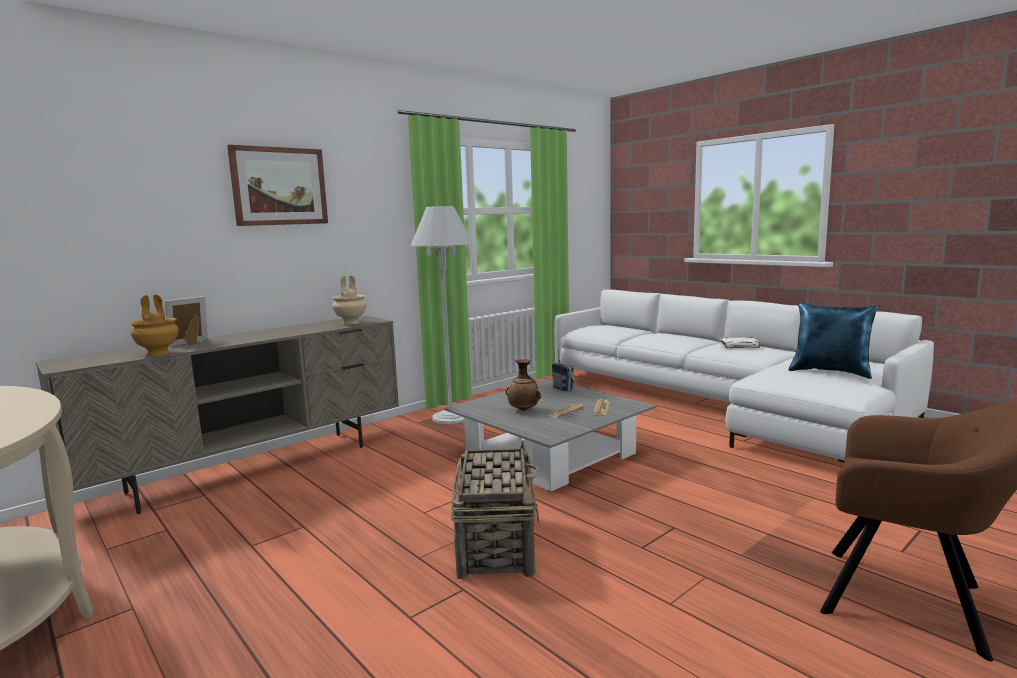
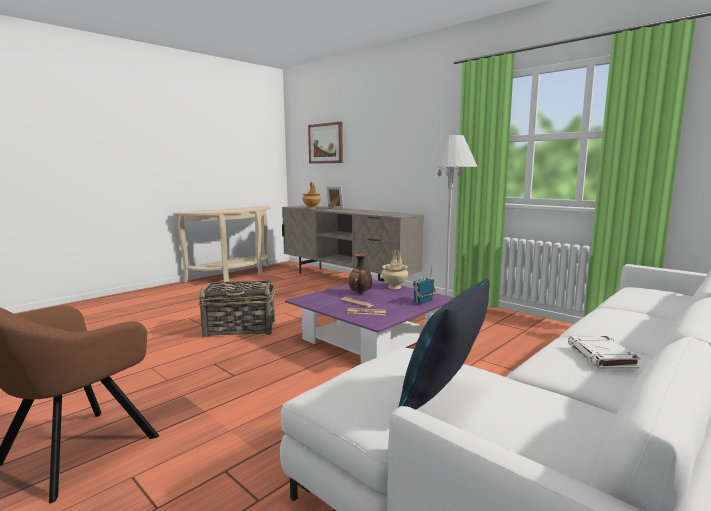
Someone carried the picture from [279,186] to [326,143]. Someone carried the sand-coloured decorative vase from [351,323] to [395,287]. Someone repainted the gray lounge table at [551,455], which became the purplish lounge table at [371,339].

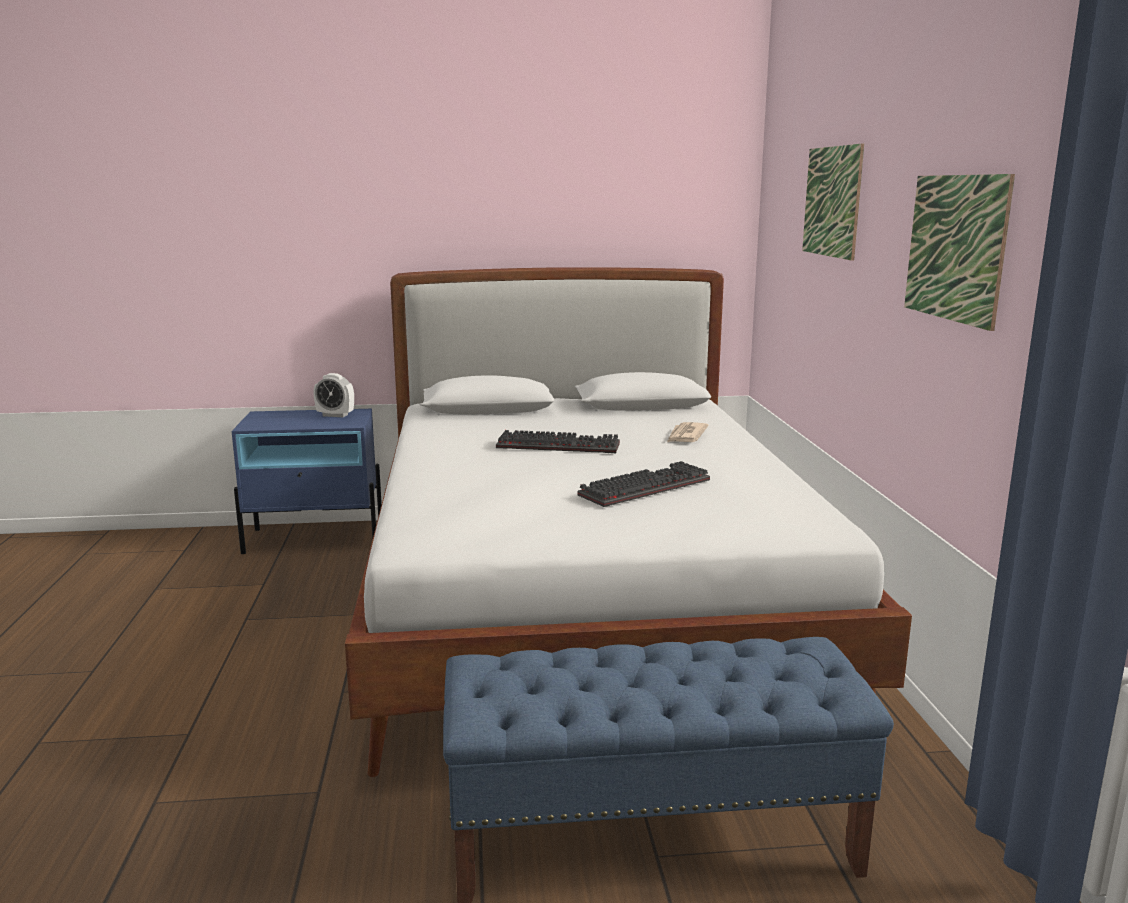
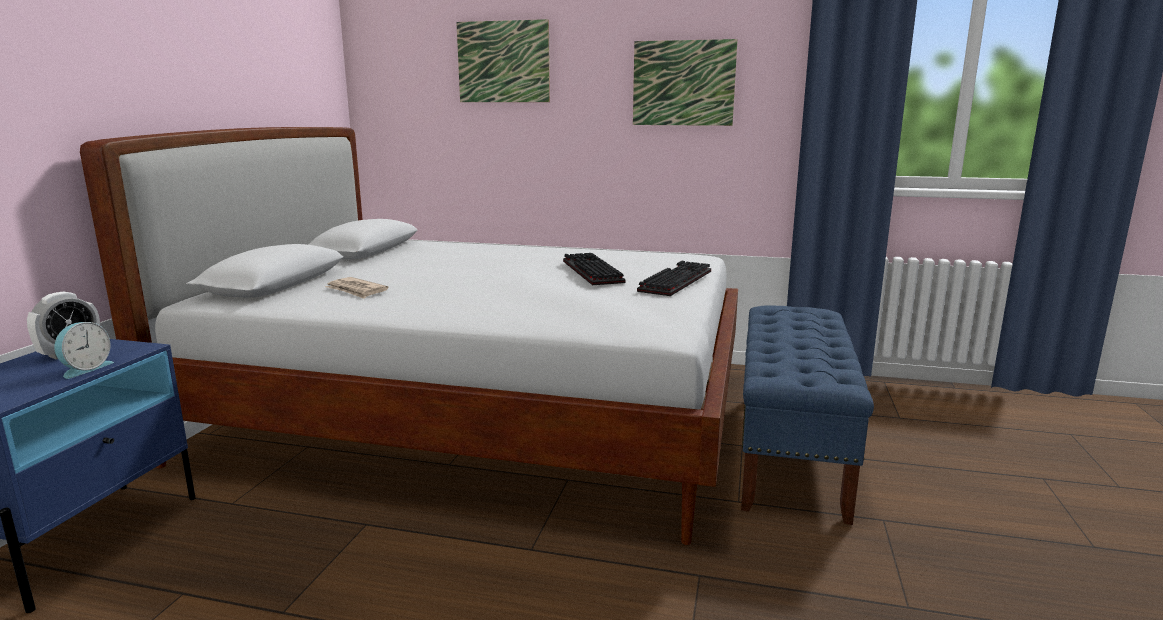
Someone carried the PC keyboard from [560,445] to [674,281]. Someone carried the printed paper from [686,436] to [356,290]. Someone put down the table clock at [84,369].

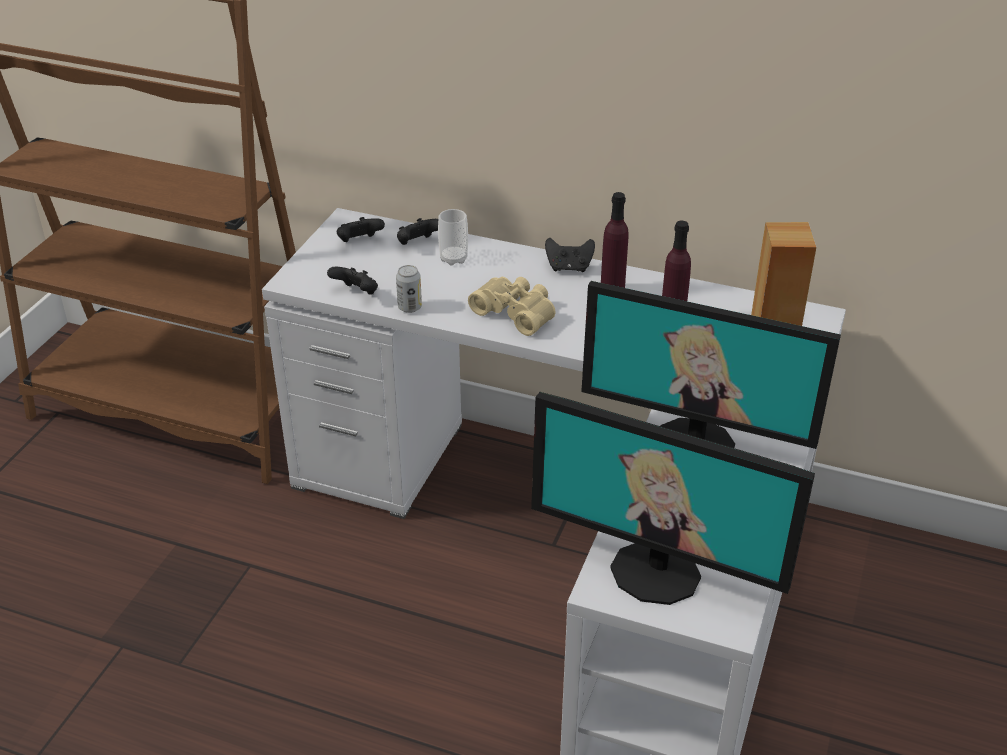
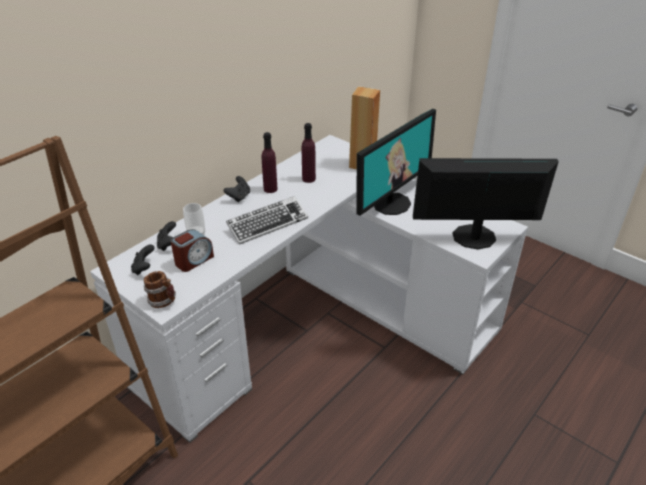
Someone took away the black-coloured gamepad at [356,293]. Someone took away the metal can at [409,307]. Someone swapped the sand-coloured field glasses at [516,312] for the PC keyboard at [267,224]. Someone rotated the computer screen at [656,571] by 135 degrees counterclockwise. Someone put down the coffee mug at [164,301]. Someone put down the table clock at [194,260].

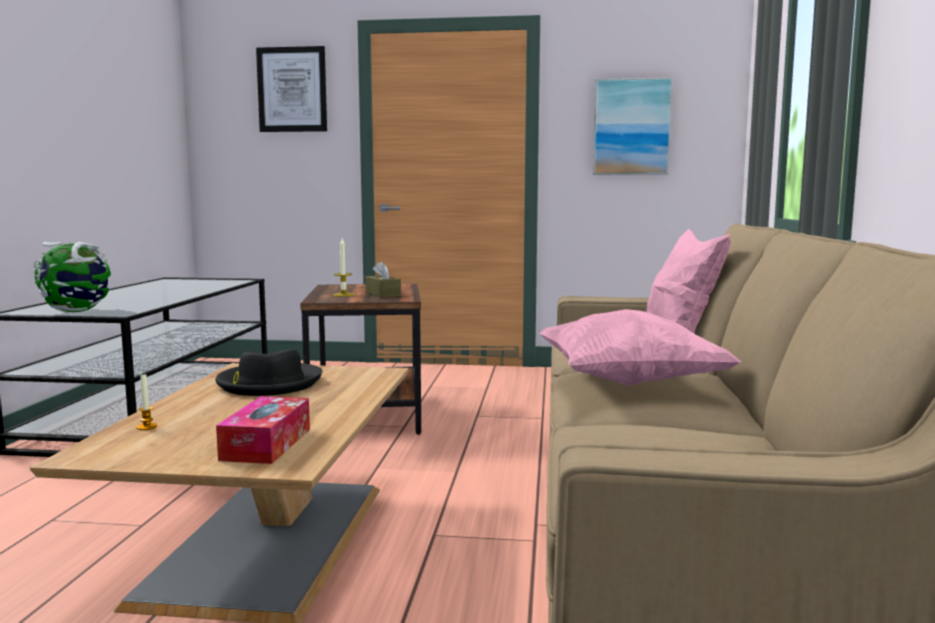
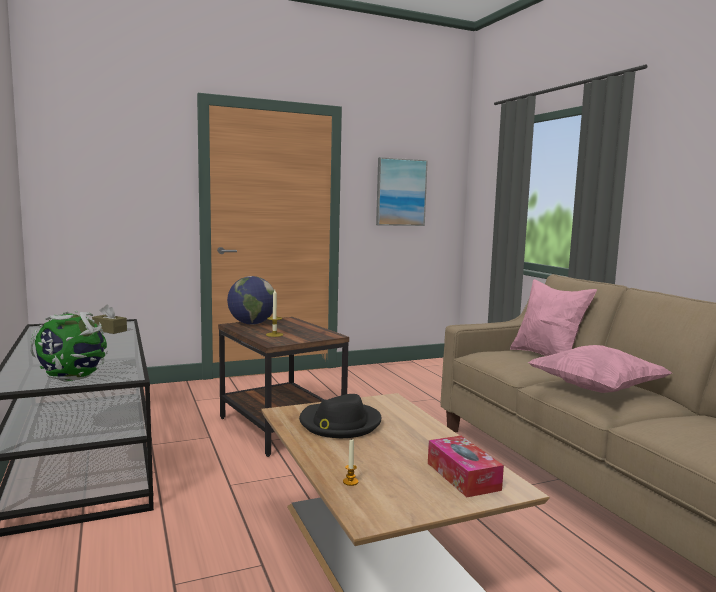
Someone took away the picture at [292,89]. Someone carried the brown-coloured tissue box from [383,294] to [109,330]. Someone put down the globe at [251,324].

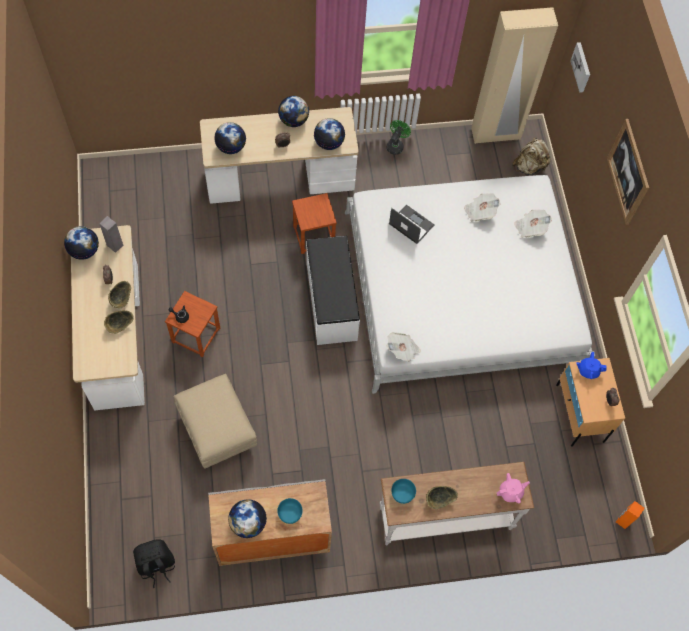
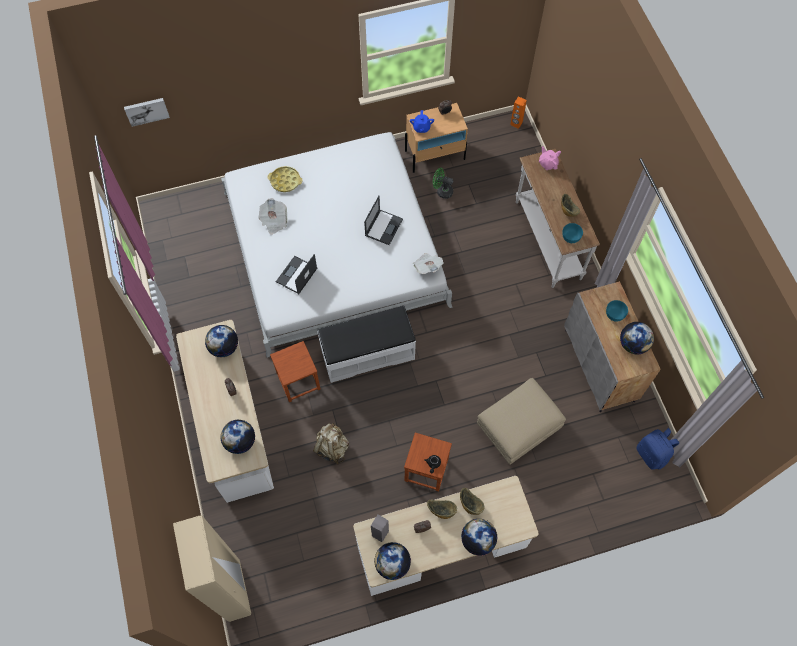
Someone repainted the black-coloured knapsack at [156,566], which became the bluish knapsack at [652,454]. Someone carried the globe from [293,121] to [478,540]. Someone carried the green electric fan from [396,145] to [442,191]. Someone carried the sand-coloured wardrobe from [495,134] to [235,590]. Someone carried the sand-coloured knapsack from [529,167] to [332,447]. Someone swapped the printed paper at [530,228] for the yellowish tray at [285,181]. Someone took away the picture at [628,172]. Someone put down the laptop at [384,227].

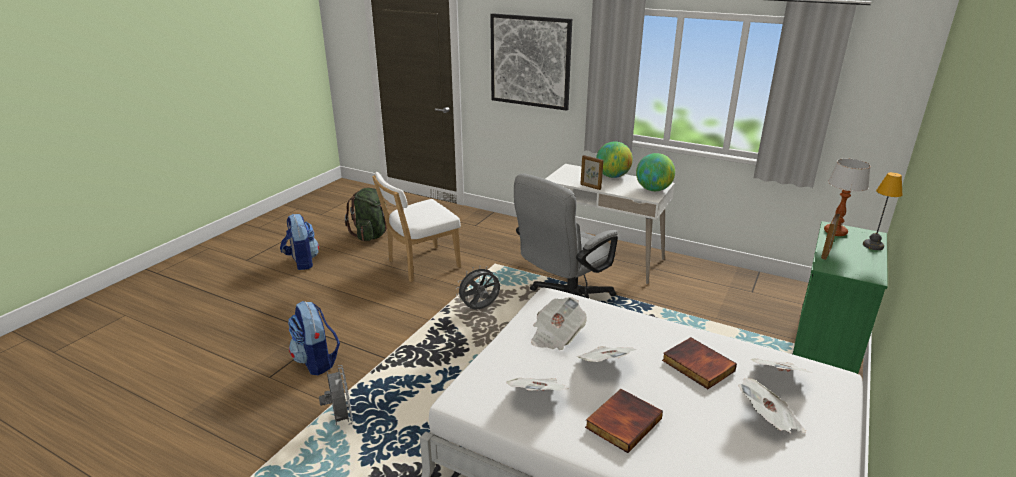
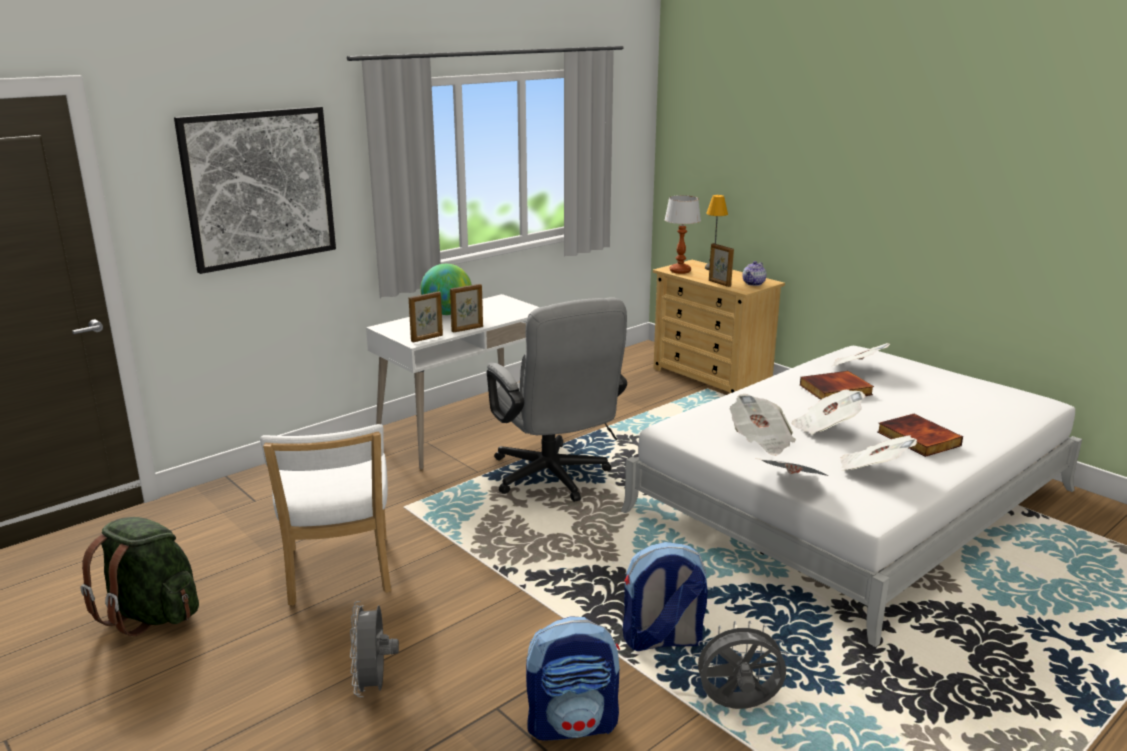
Someone carried the knapsack from [302,262] to [662,641]. Someone carried the gray electric fan from [480,309] to [374,685]. Someone took away the globe at [653,189]. Someone carried the printed paper from [768,420] to [791,484]. Someone repainted the green dresser at [826,342], which became the sand-coloured dresser at [711,377]. Someone put down the picture frame at [427,338]. Someone put down the tea pot at [754,283].

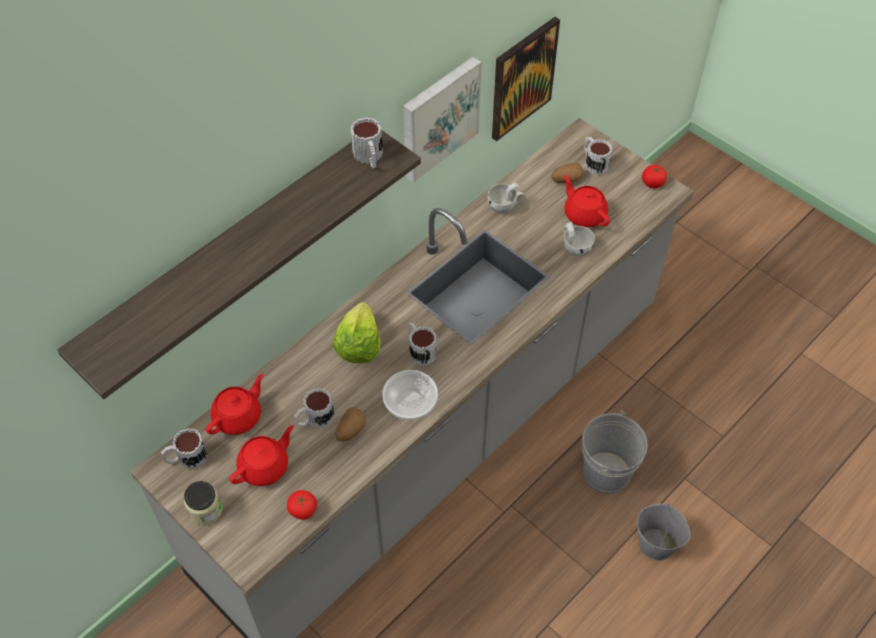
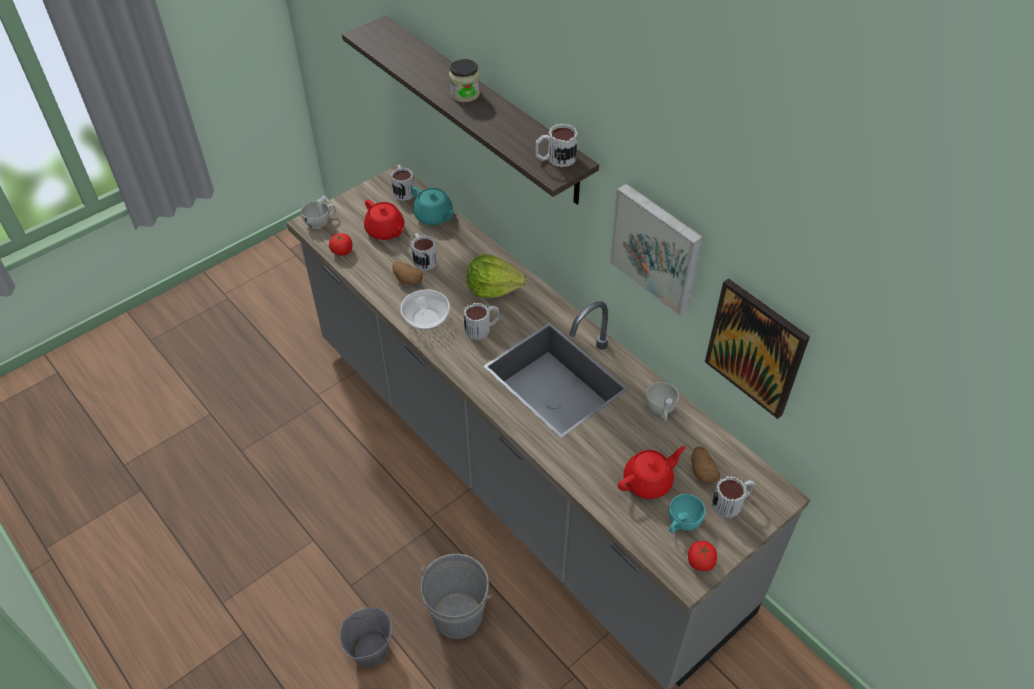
Someone carried the preserve jar from [205,510] to [465,94]. Someone repainted the reddish tea pot at [238,417], which became the turquoise tea pot at [434,216]. Someone carried the white drinking cup from [575,246] to [320,221]. Someone put down the turquoise drinking cup at [681,523].

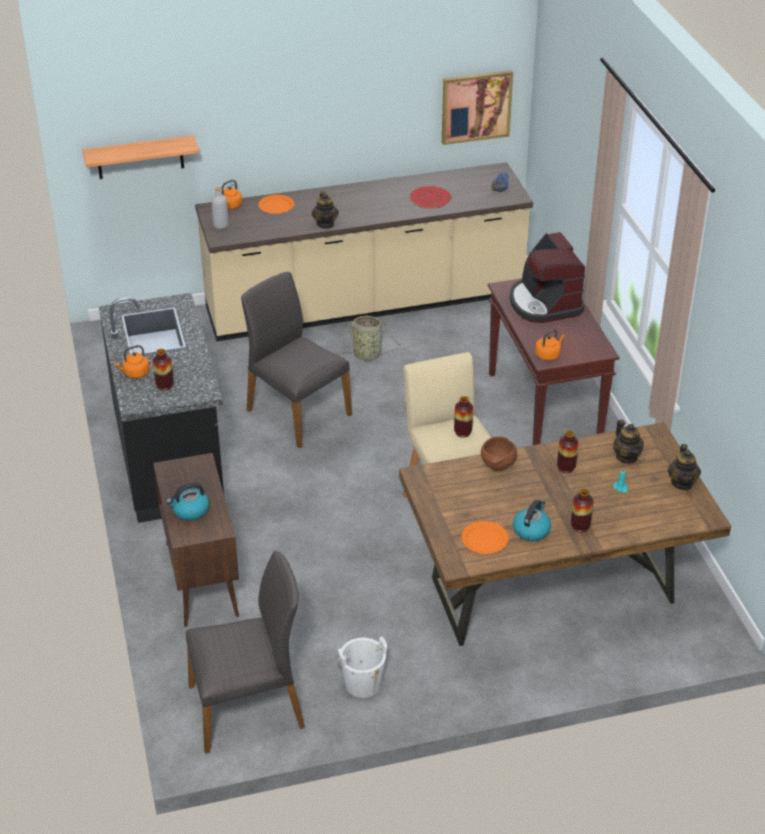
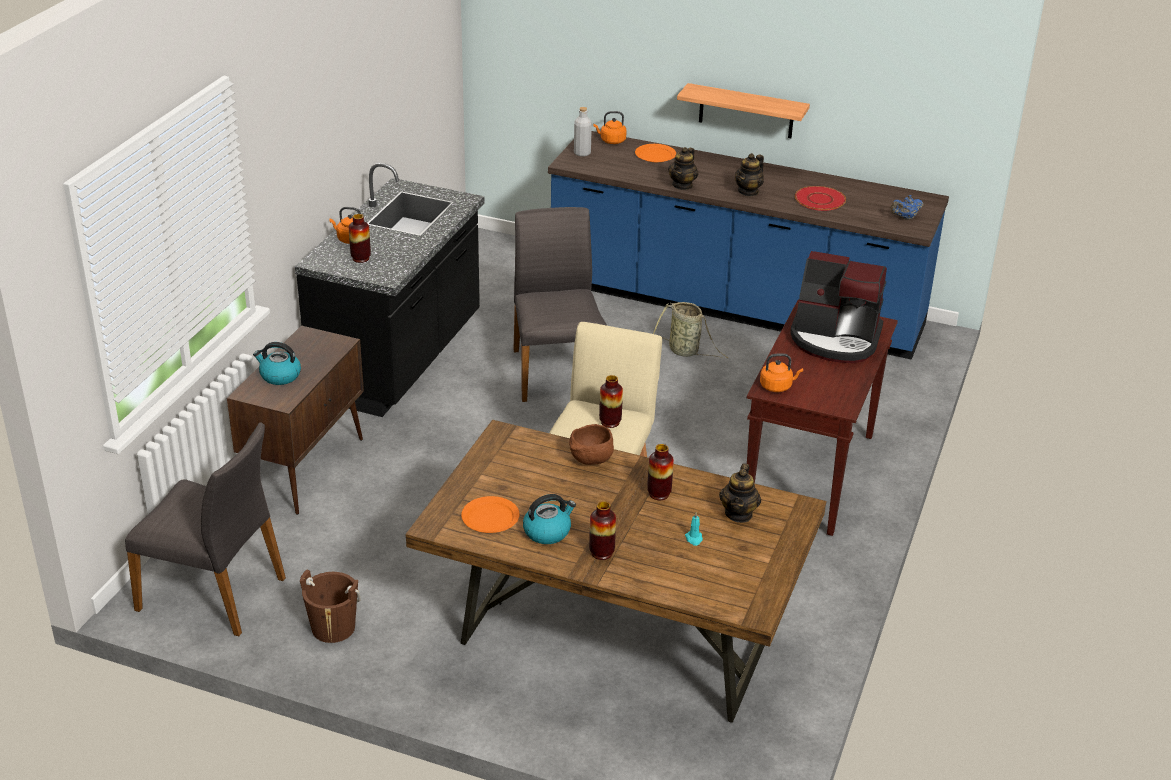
Someone carried the bracket shelf from [140,157] to [746,111]. Someone repainted the sand-coloured kitchen base unit at [365,305], which became the bluish kitchen base unit at [735,307]. Someone repainted the white pail at [363,684], which became the brown-coloured pail at [333,628]. Someone took away the picture at [476,106]. Someone rotated the coffee maker at [544,303] by 90 degrees counterclockwise. Someone carried the tea pot from [682,483] to [748,191].

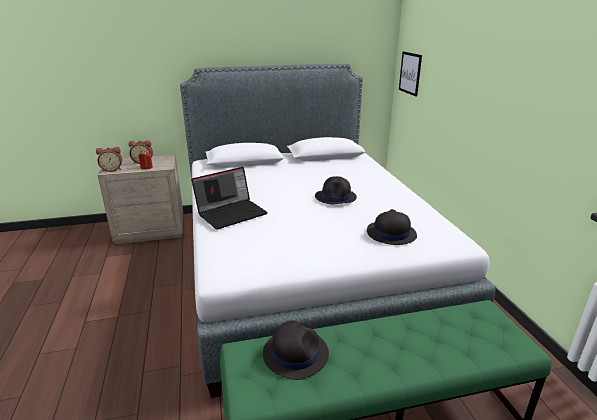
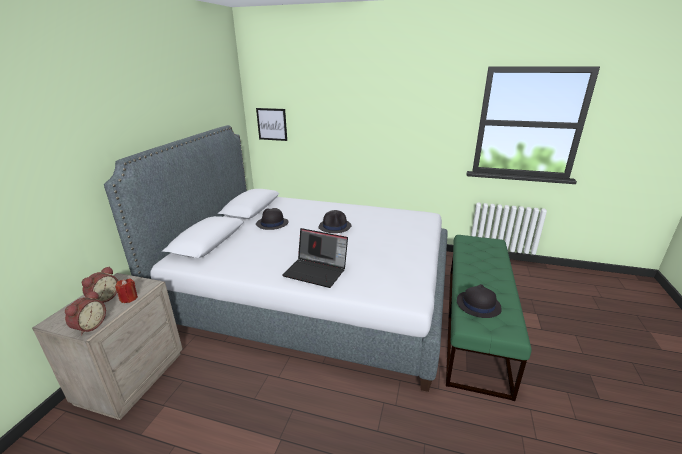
Someone rotated the laptop at [232,213] by 120 degrees clockwise. Someone carried the black-coloured hat from [391,233] to [272,223].

